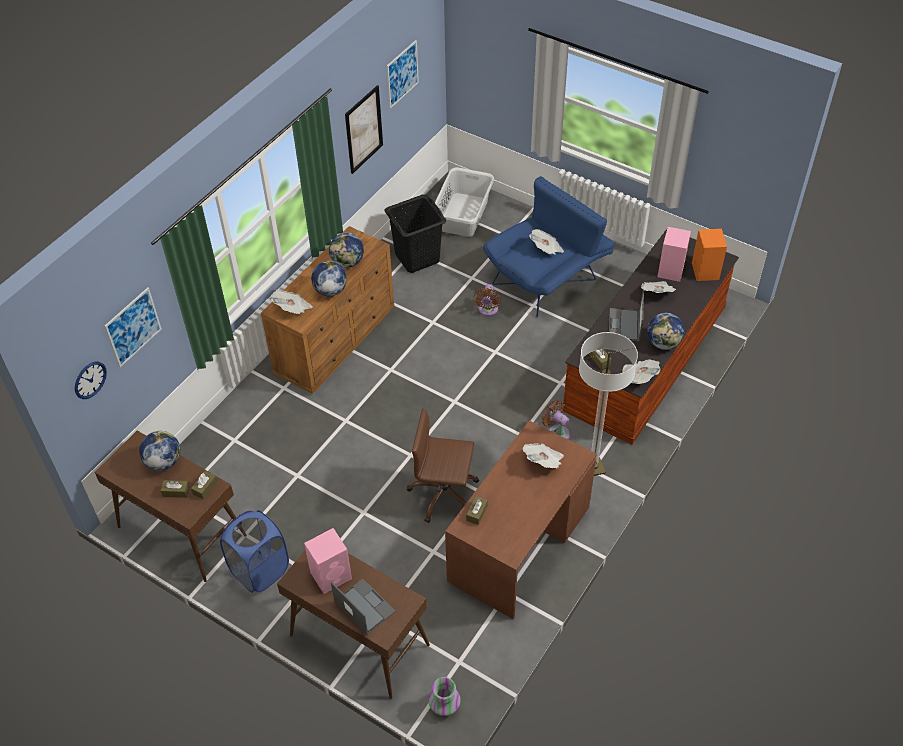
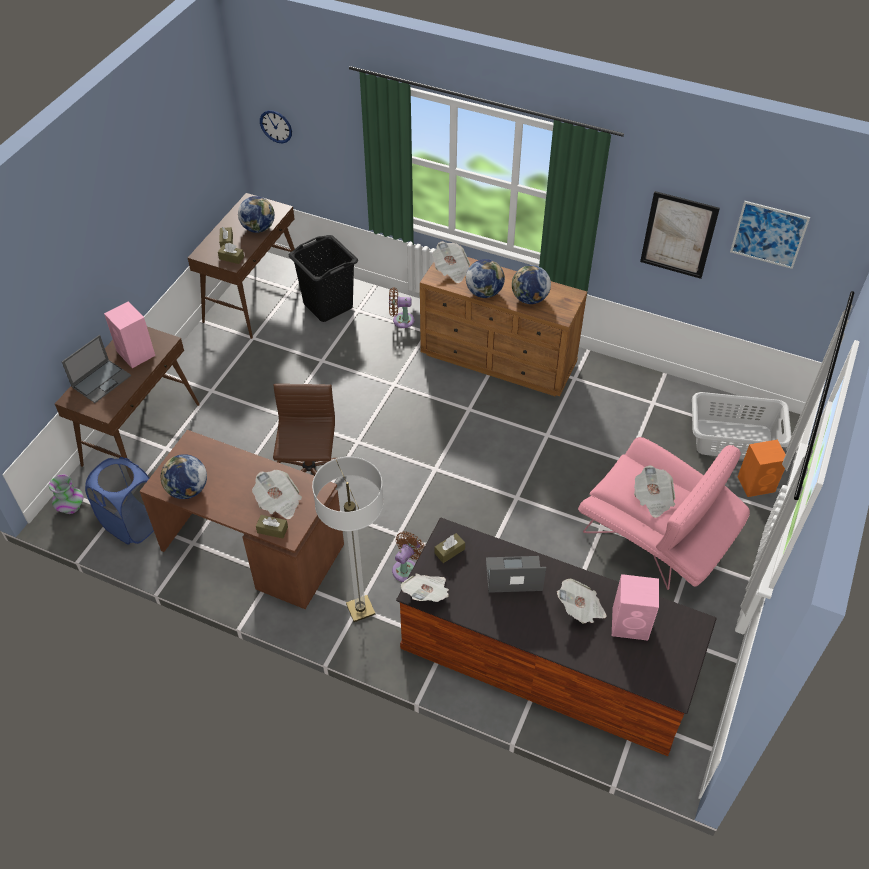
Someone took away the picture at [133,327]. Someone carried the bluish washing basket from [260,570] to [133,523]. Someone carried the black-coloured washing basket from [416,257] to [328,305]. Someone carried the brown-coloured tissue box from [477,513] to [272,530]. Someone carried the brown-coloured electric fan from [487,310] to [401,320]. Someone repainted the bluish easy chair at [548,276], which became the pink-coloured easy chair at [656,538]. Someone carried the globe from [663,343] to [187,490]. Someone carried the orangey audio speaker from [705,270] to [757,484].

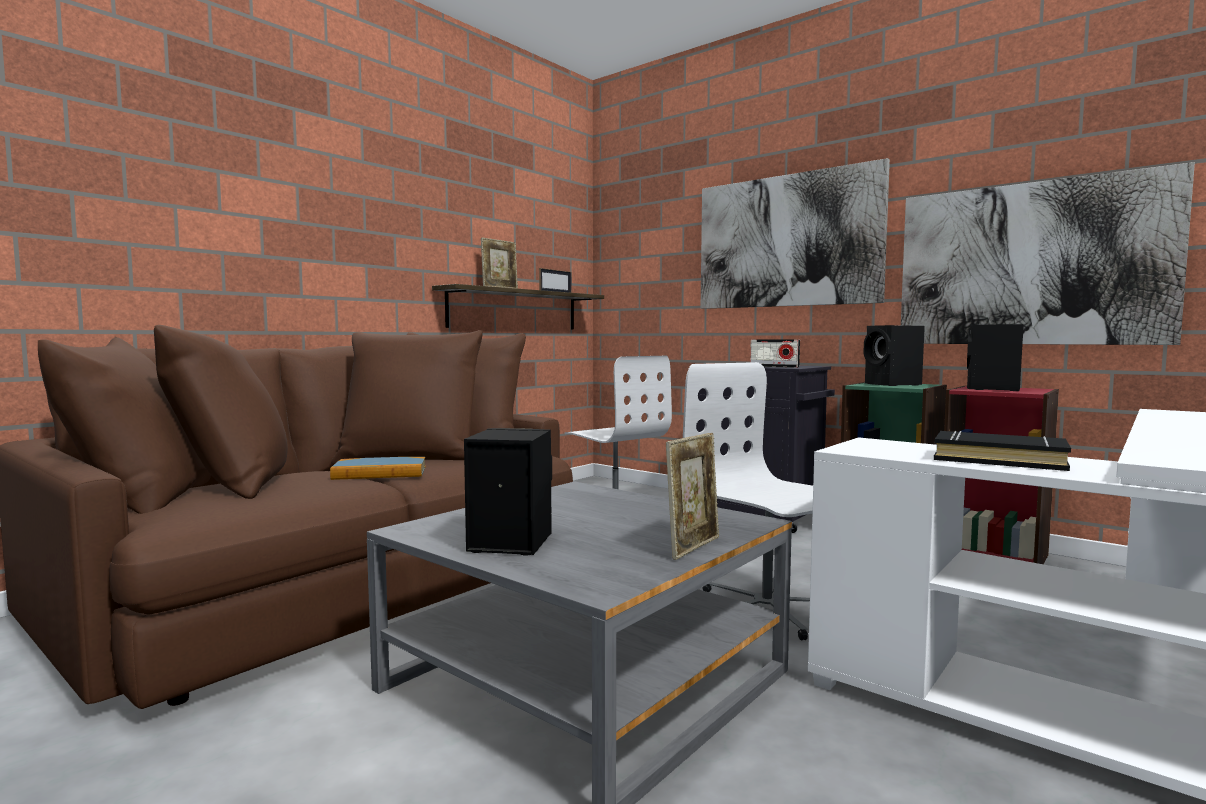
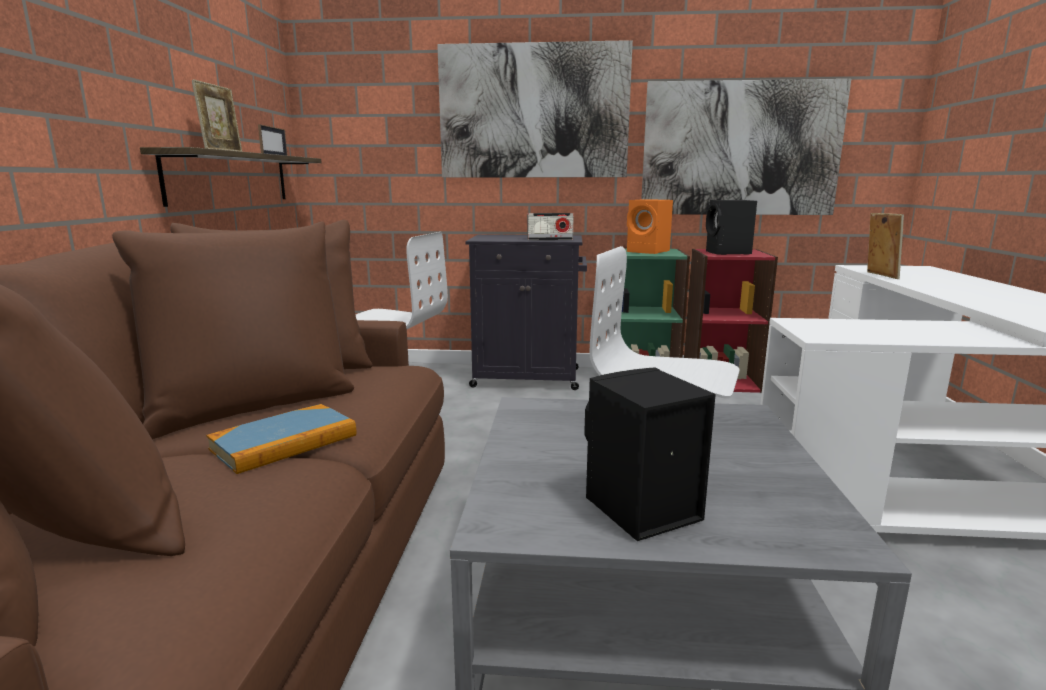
Someone carried the picture frame from [693,547] to [879,275]. Someone repainted the black-coloured audio speaker at [893,384], which became the orangey audio speaker at [649,251]. Someone took away the black-coloured bound book at [999,460].

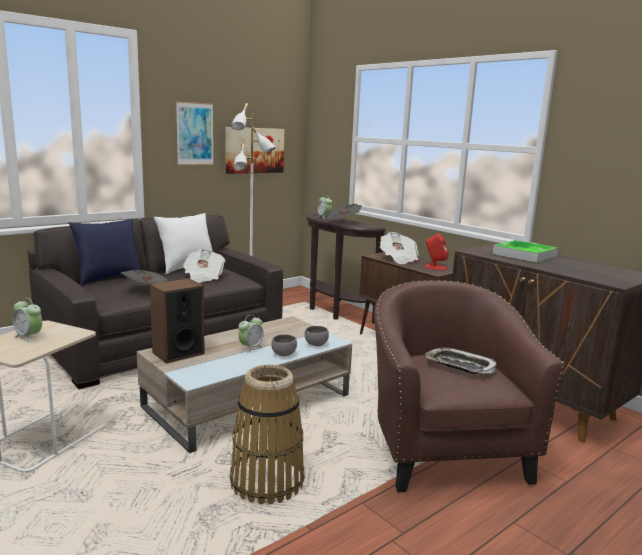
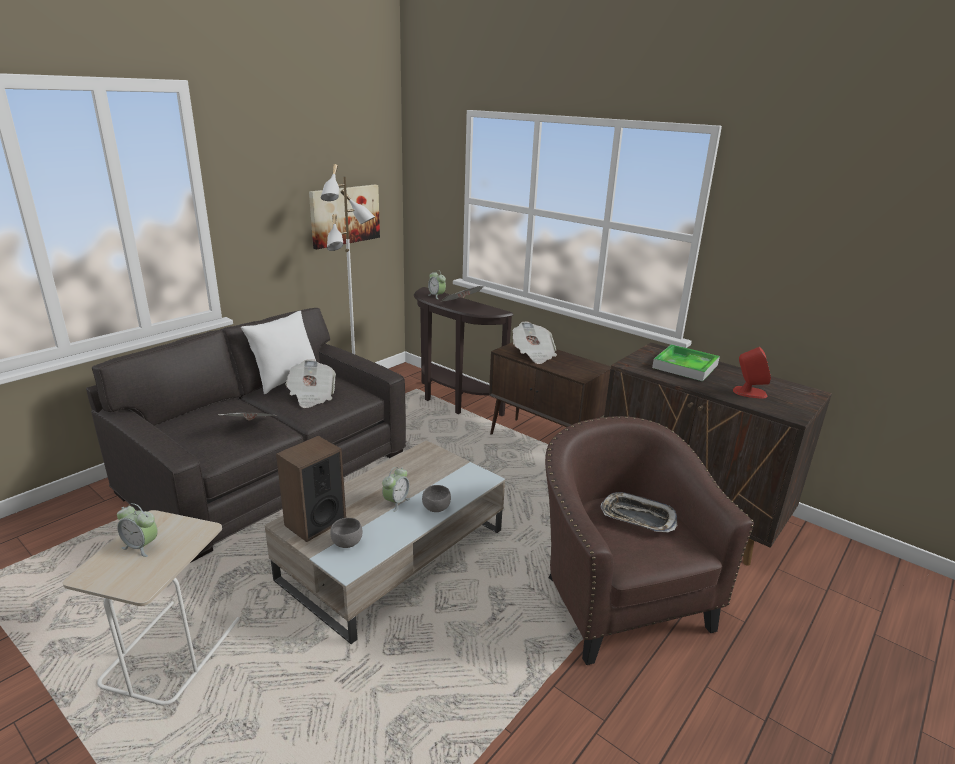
Someone took away the bluish pillow at [109,279]. Someone took away the picture at [195,134]. Someone took away the basket at [266,481]. Someone carried the gray serving bowl from [315,344] to [346,543]. Someone carried the reddish audio speaker from [435,267] to [749,392].

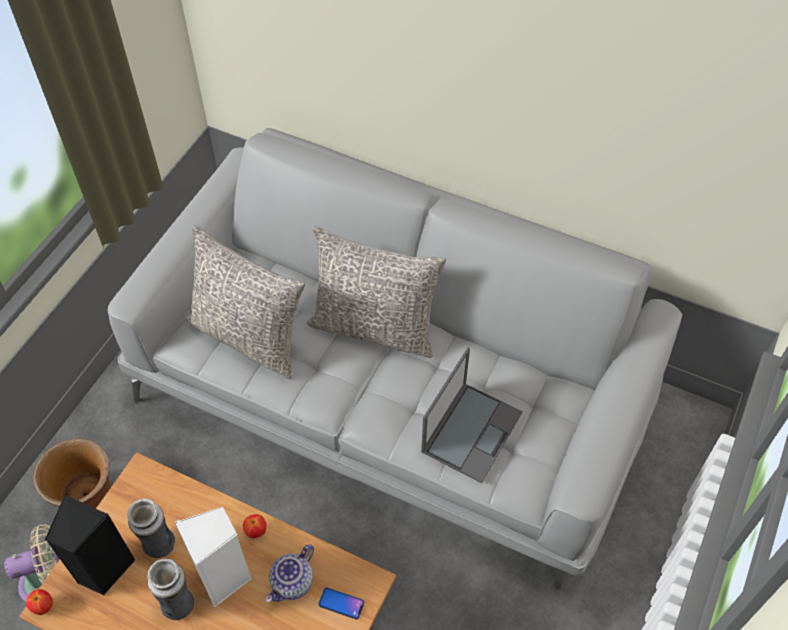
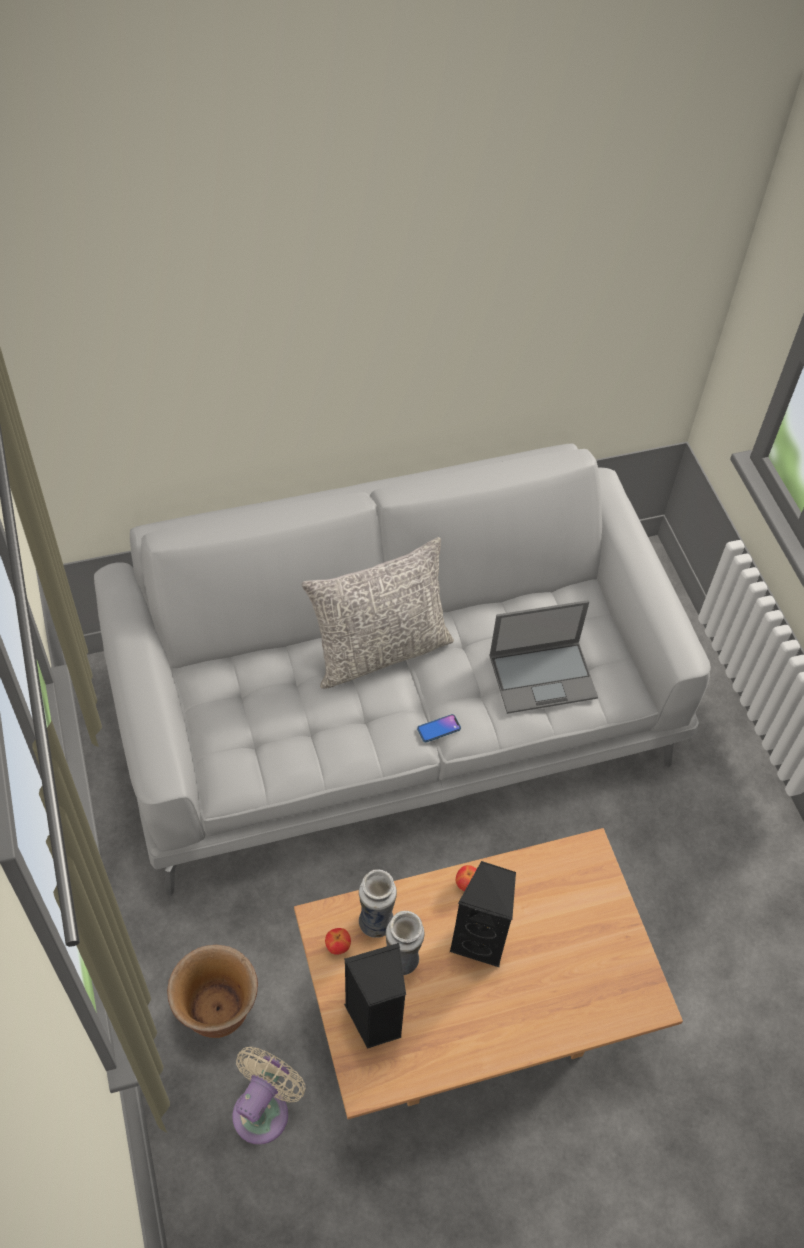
Someone carried the apple from [43,606] to [338,947]. Someone carried the decorative vase from [179,604] to [376,922]. Someone repainted the white audio speaker at [224,577], which became the black-coloured audio speaker at [480,939]. Someone took away the gray pillow at [249,336]. Someone took away the tea pot at [293,583]. Someone carried the handset from [341,603] to [438,728]. Someone rotated the laptop at [472,431] by 90 degrees clockwise.

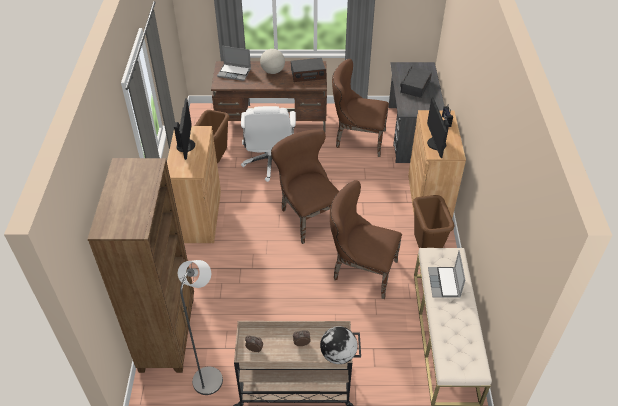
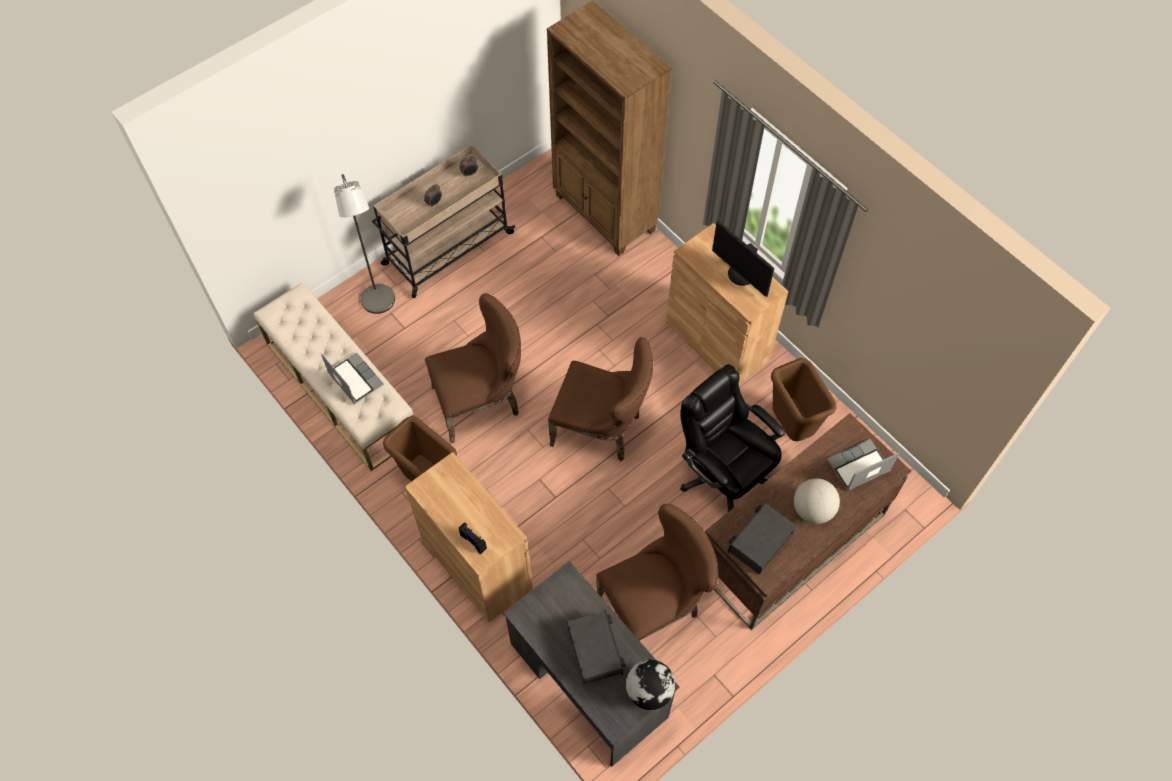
Someone carried the gray floor lamp from [210,376] to [380,305]. Someone repainted the white desk chair at [270,163], which became the black-coloured desk chair at [723,474]. Someone carried the globe from [337,355] to [649,690]. Someone took away the computer screen at [435,144].

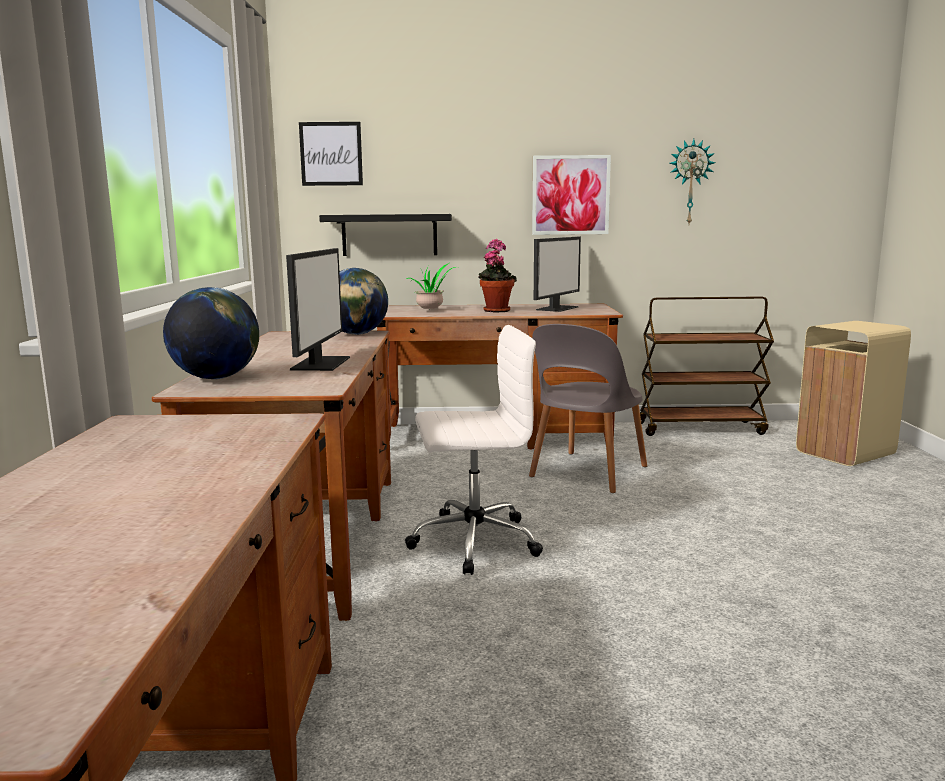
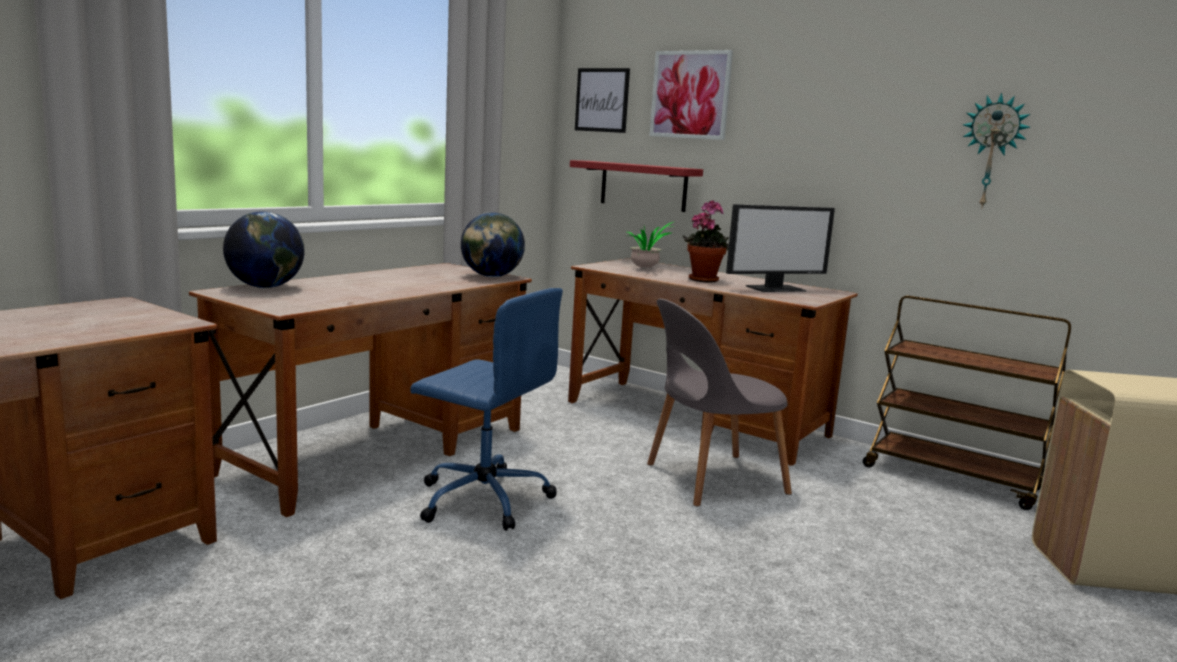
Someone took away the computer screen at [319,363]. Someone repainted the black-coloured bracket shelf at [389,235], which became the reddish bracket shelf at [643,186]. Someone repainted the white desk chair at [472,542], which became the bluish desk chair at [482,499]. Someone carried the picture from [570,195] to [690,95].

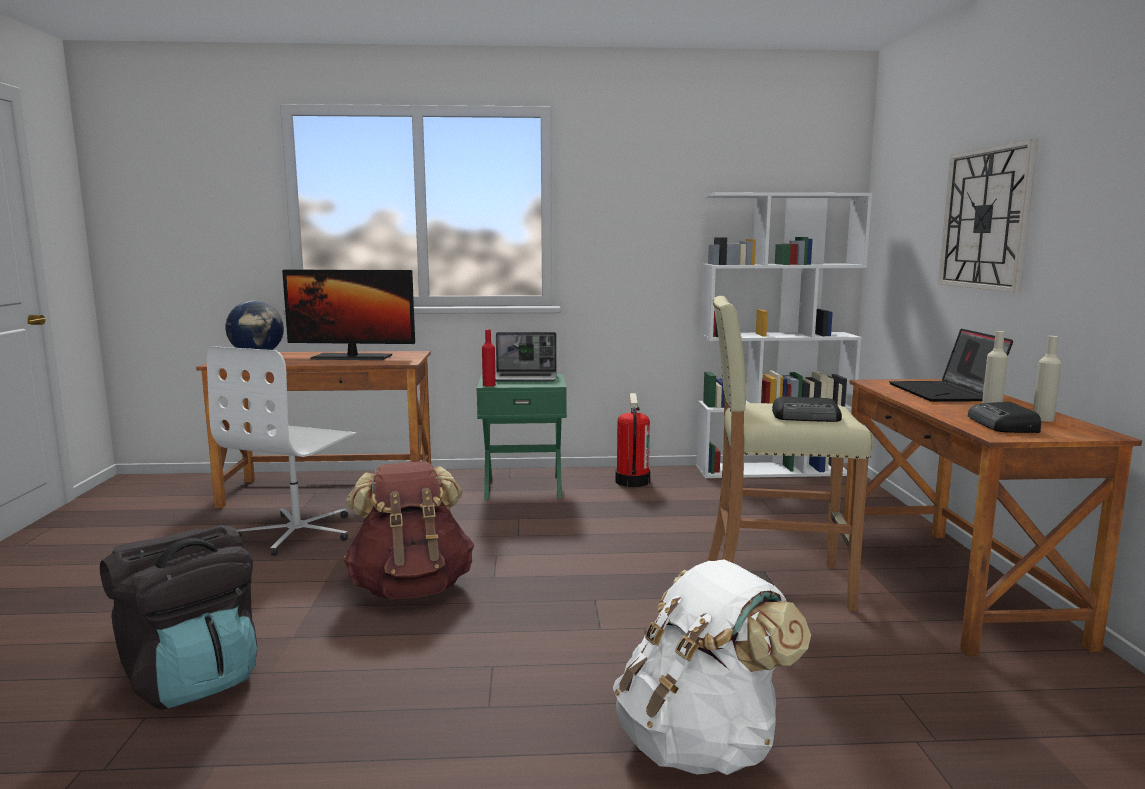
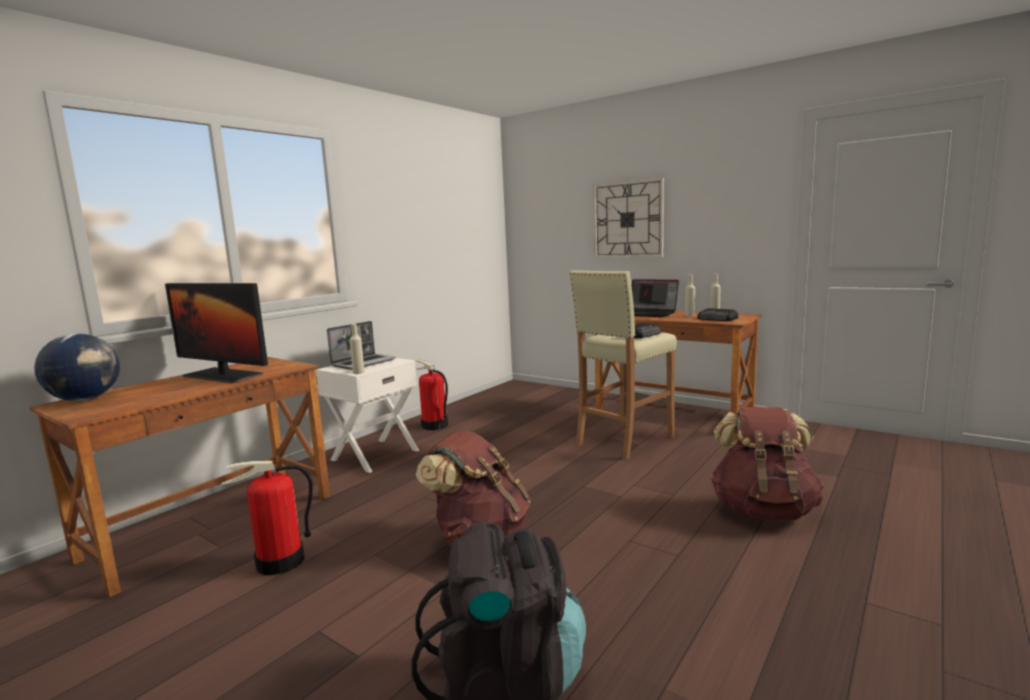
Someone swapped the white desk chair at [298,532] for the extinguisher at [280,562]. Someone rotated the computer screen at [352,357] by 75 degrees clockwise. Someone repainted the green nightstand at [523,486], which became the white nightstand at [374,455]. Someone repainted the reddish beverage bottle at [489,385], which became the sand-coloured beverage bottle at [358,372]. Someone repainted the white knapsack at [701,744], which became the brown-coloured knapsack at [763,510]. Someone took away the white bookcase at [772,470].

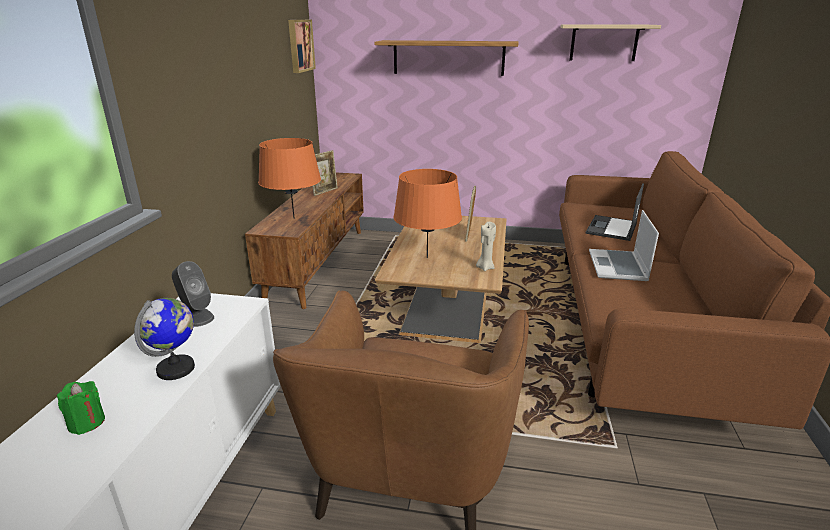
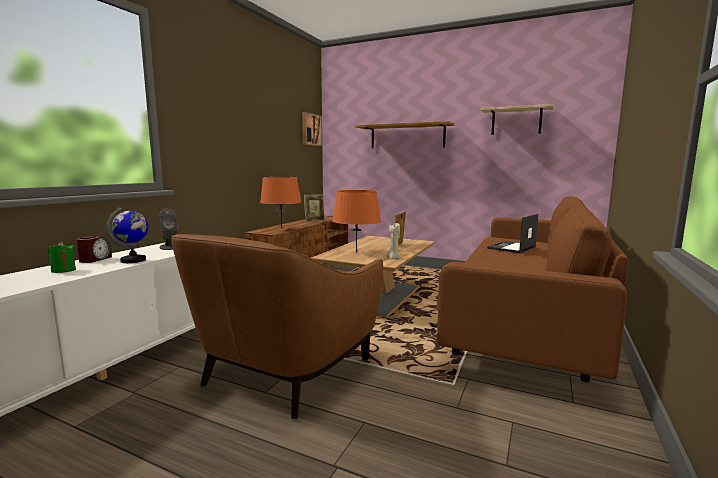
Someone took away the laptop at [618,267]. Someone put down the table clock at [95,259].

